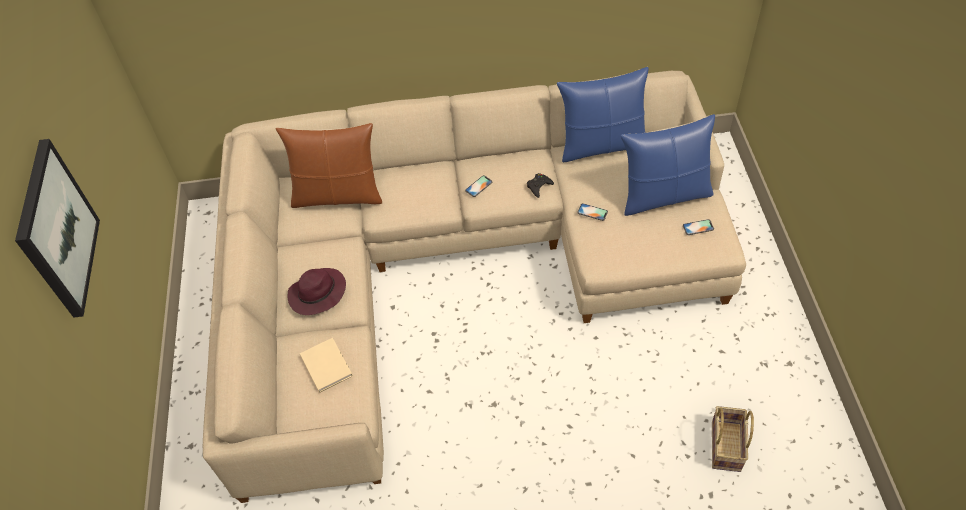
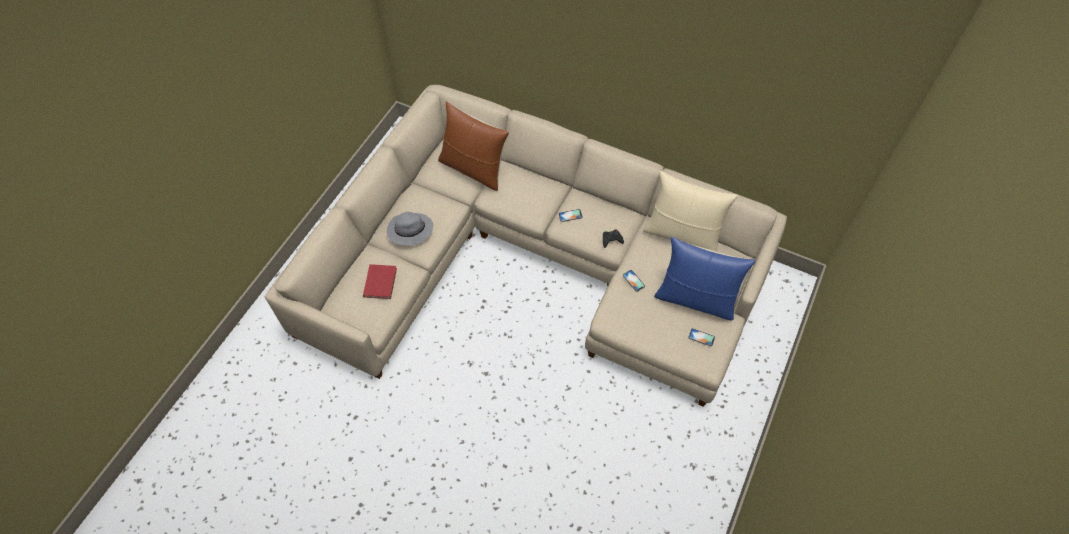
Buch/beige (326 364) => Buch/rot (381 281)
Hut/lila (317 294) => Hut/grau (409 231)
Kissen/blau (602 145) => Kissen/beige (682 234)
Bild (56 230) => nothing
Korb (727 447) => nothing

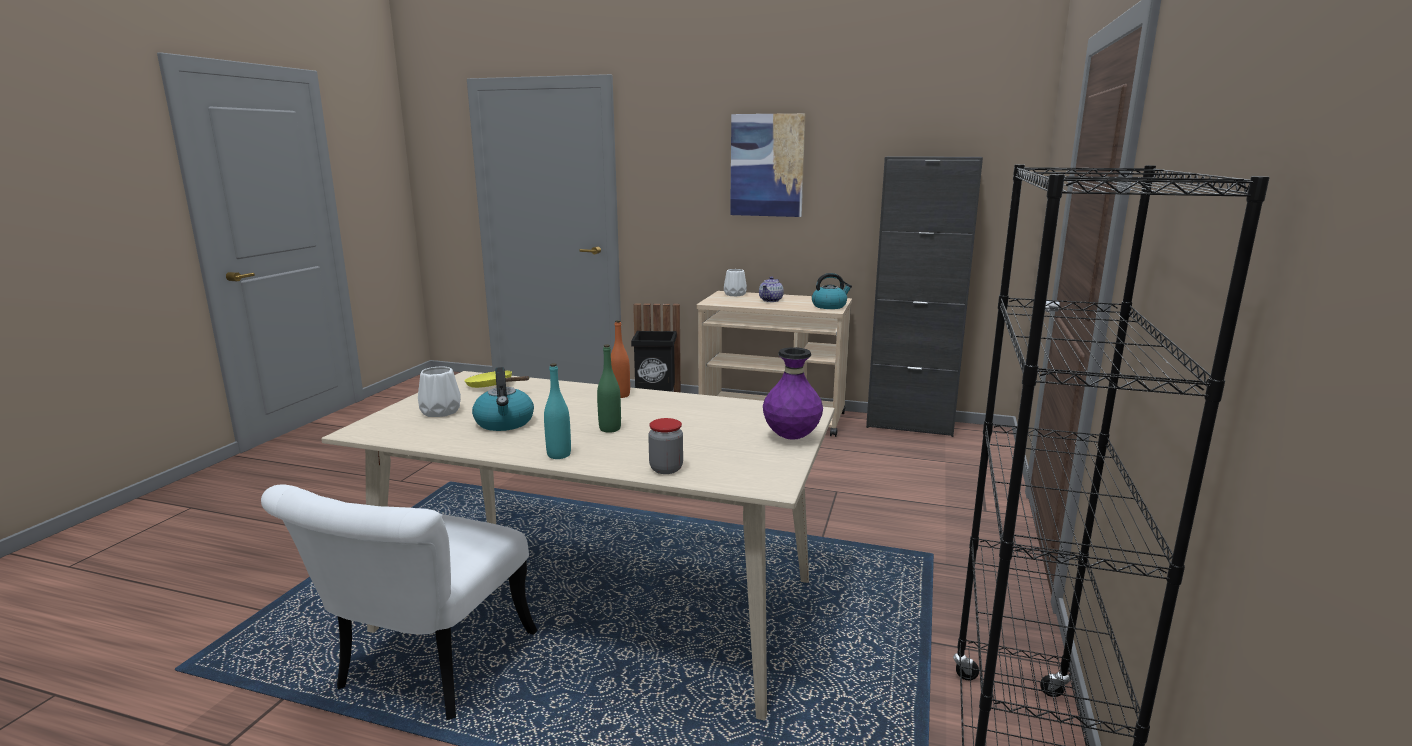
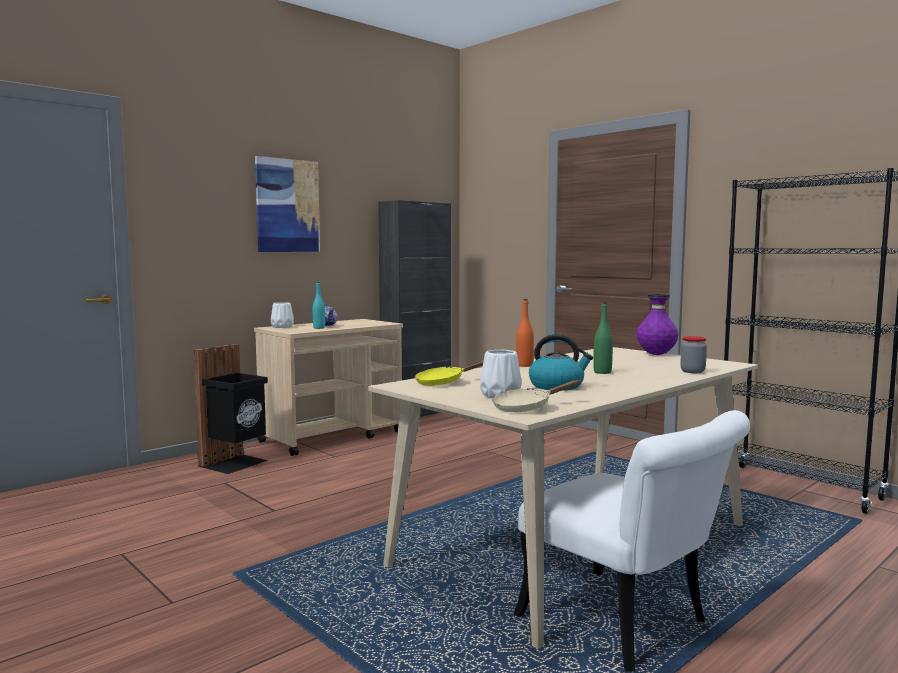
Flasche/türkis (559 455) => Flasche/türkis (319 328), relocated
nothing => Pfanne/beige (527 407)
Wasserkessel (829 306) => nothing

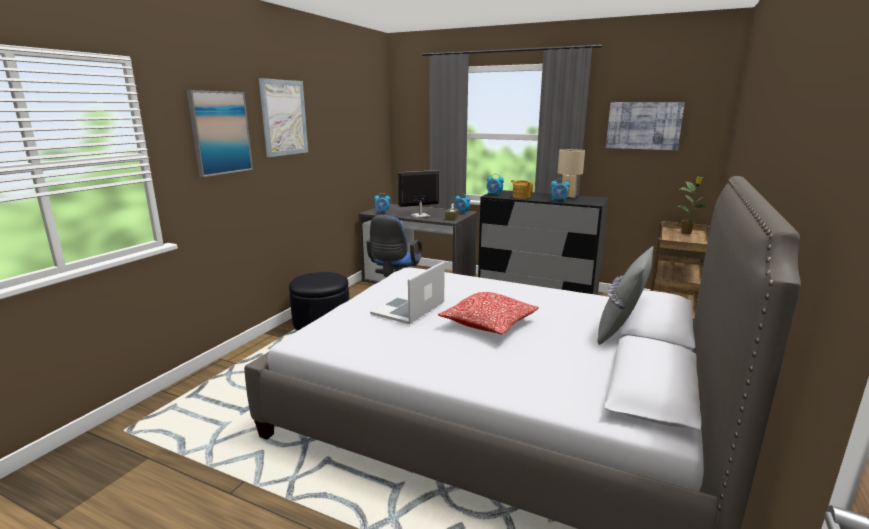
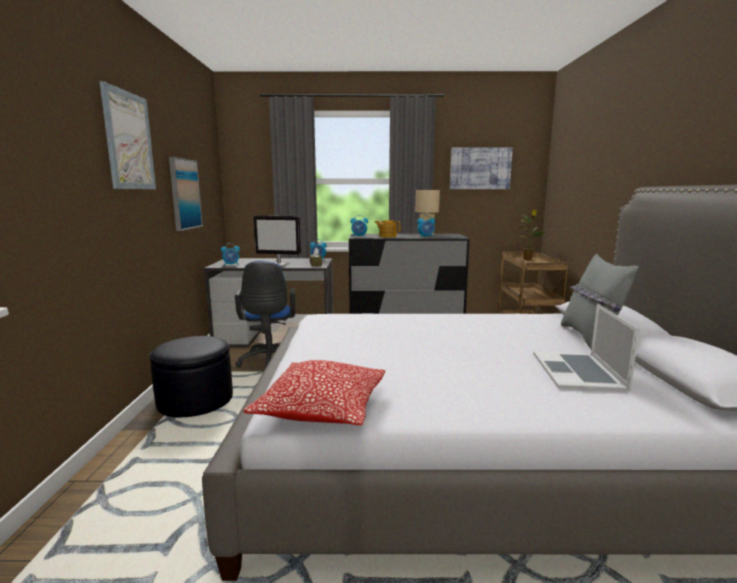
Bild (220 133) => Bild (184 194), relocated
Kissen (488 323) => Kissen (322 408), relocated
Monitor (420 216) => Monitor (279 265), 120 degrees counterclockwise
Laptop (409 308) => Laptop (578 371), relocated

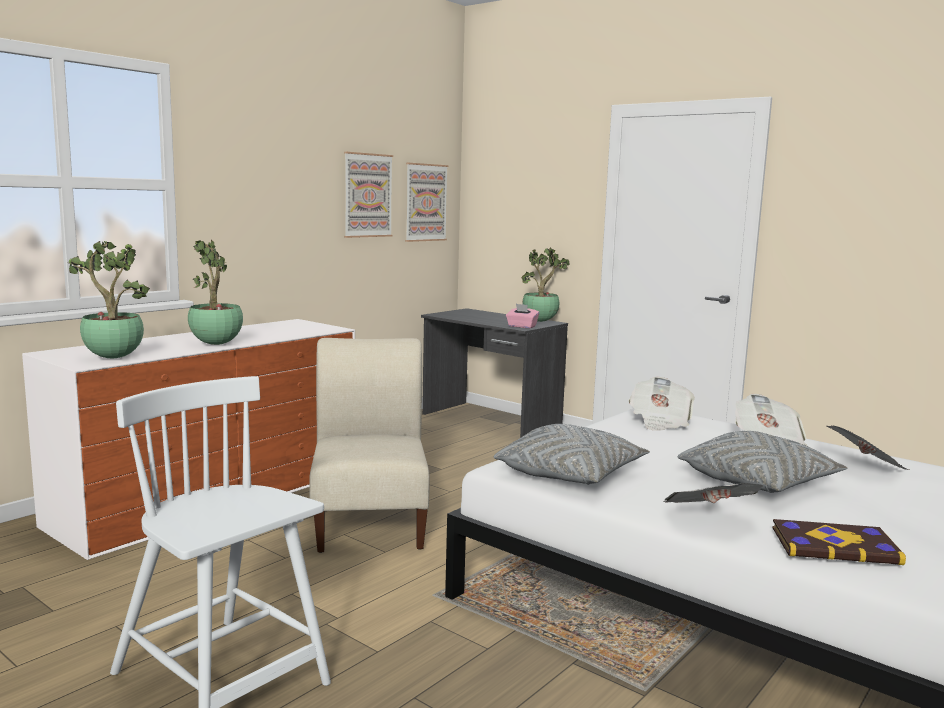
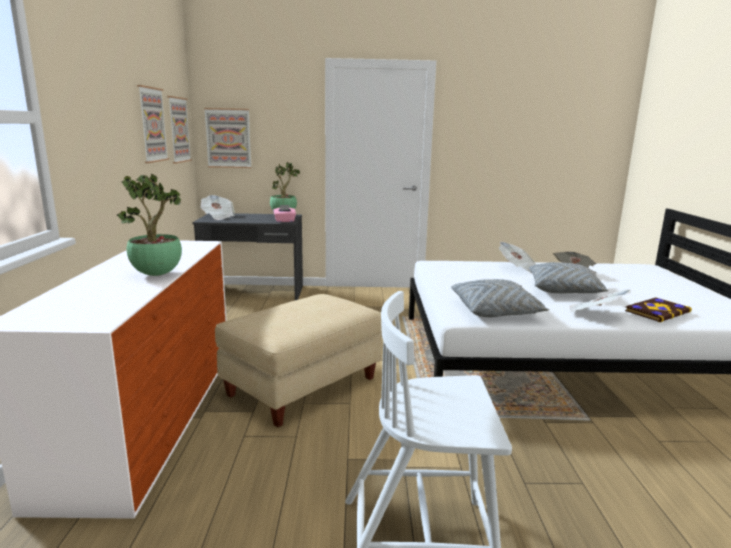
Zeitung (660 422) => Zeitung (218 217), relocated
nothing => Bild (228 138)
Stuhl/beige (370 520) => Polsterhocker/beige (302 386)
Topfpflanze (112 357) => nothing

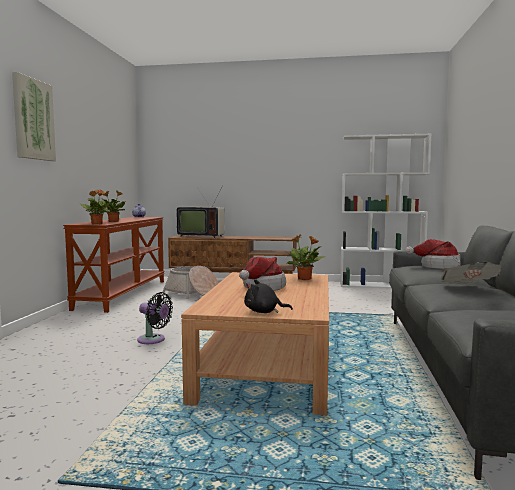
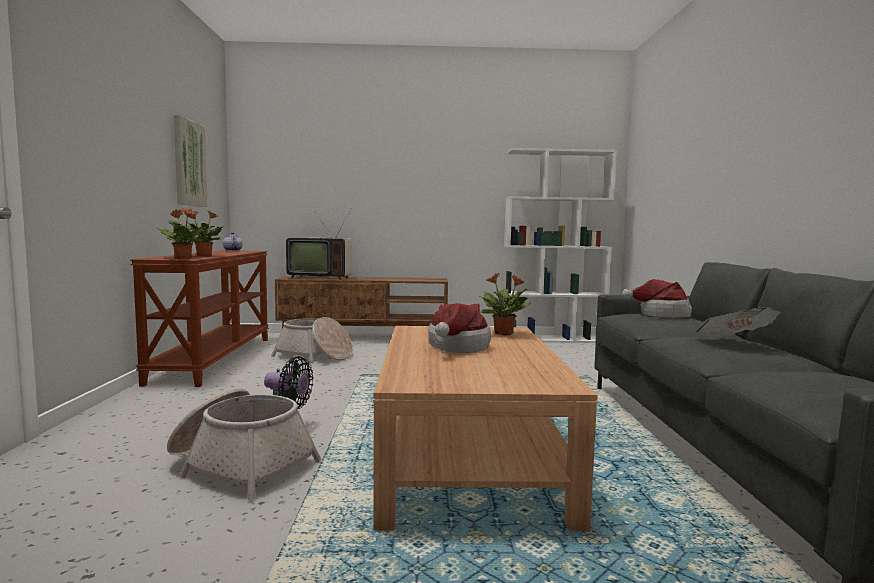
nothing => Korb (240 465)
Bild (33 119) => Bild (189 163), relocated
Plüschtier/schwarz (264 312) => nothing

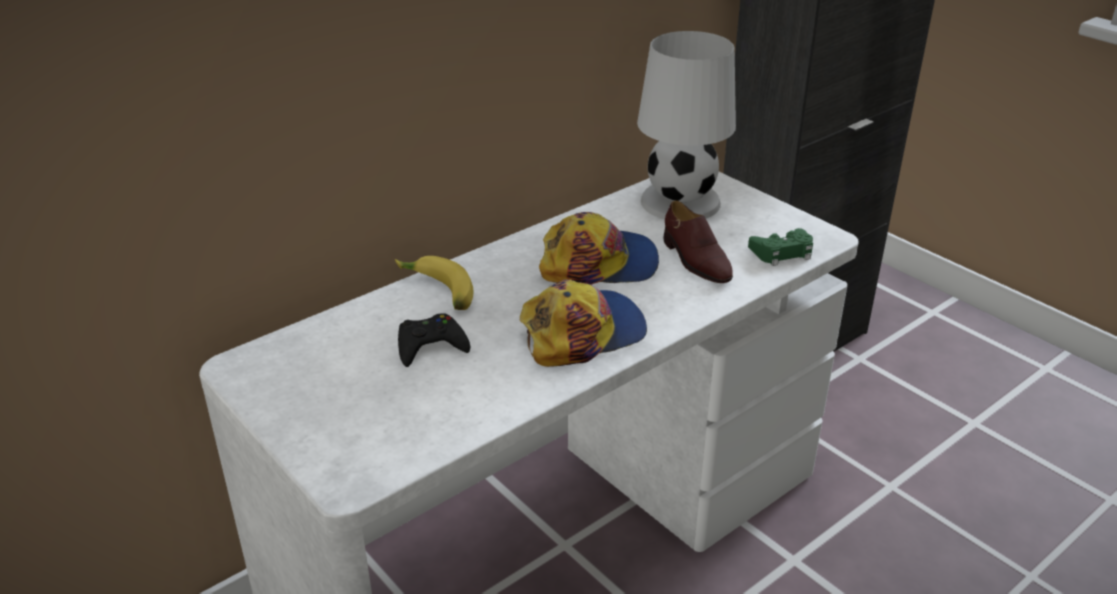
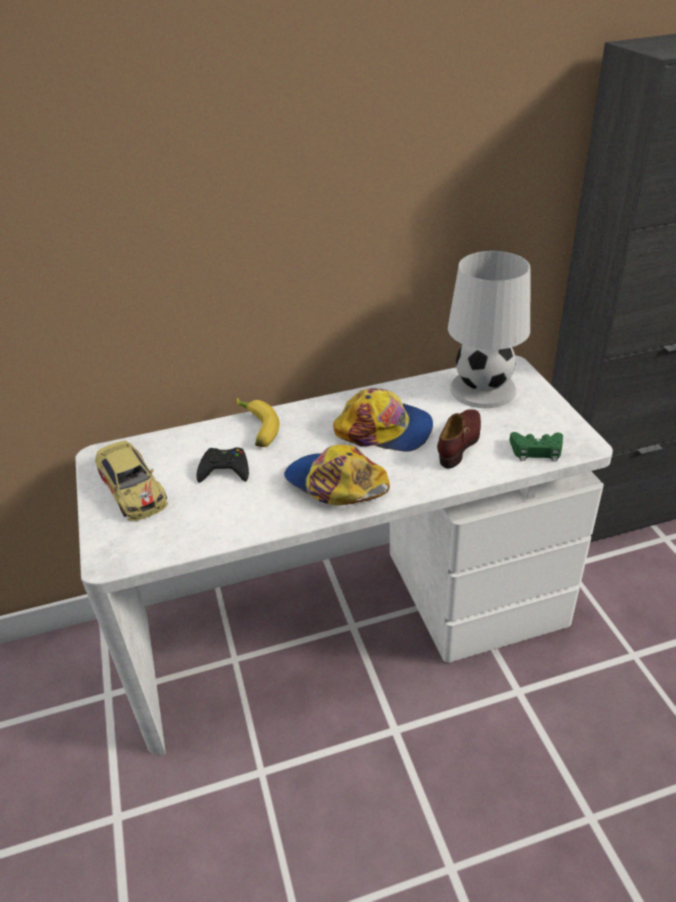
nothing => Spielzeugauto (132 487)
Kappe (582 332) => Kappe (334 484), 135 degrees counterclockwise
Schuh/braun (695 260) => Schuh/braun (460 442), 150 degrees counterclockwise

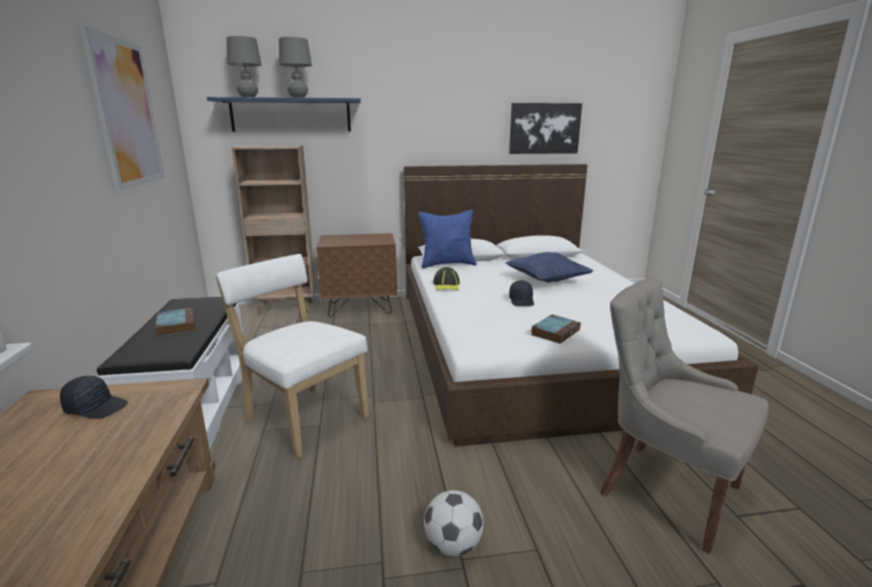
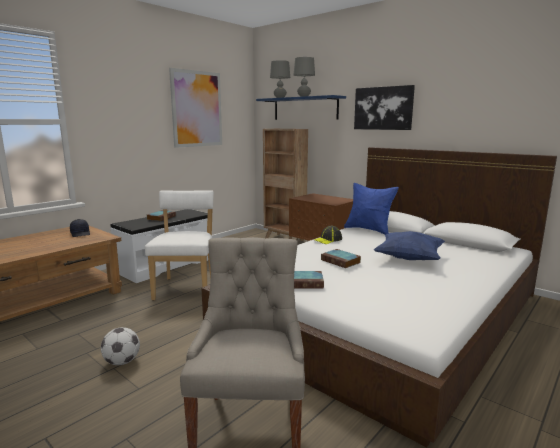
Kappe/schwarz (522 301) => Buch (341 261)
Bild (544 128) => Bild (383 108), relocated

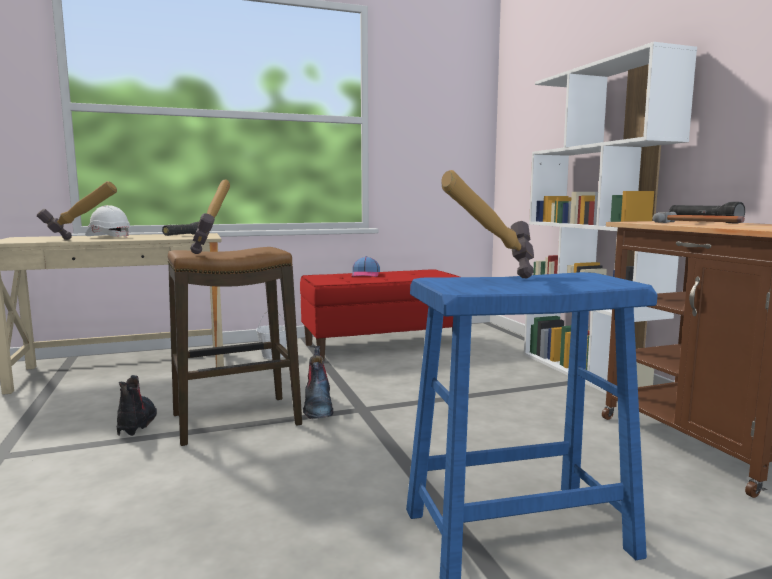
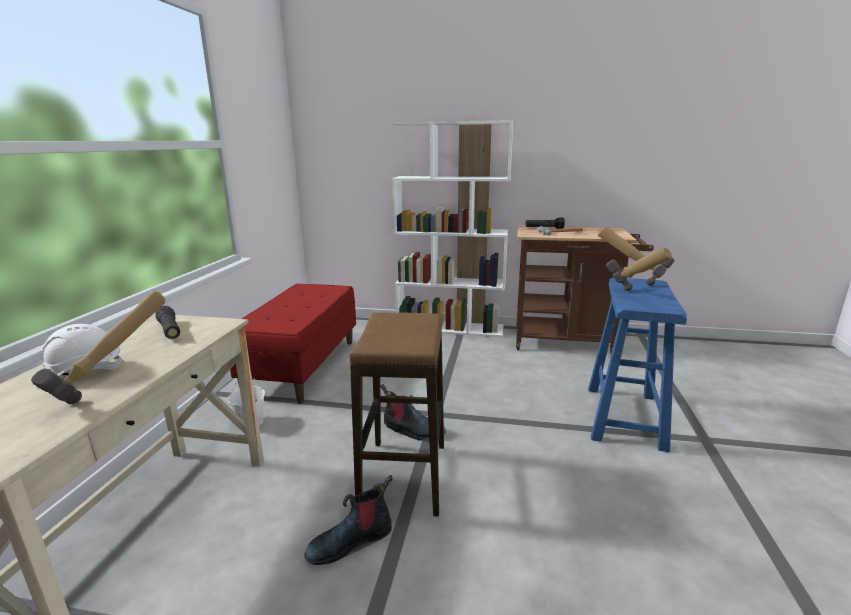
Stiefel (137 422) => Stiefel (351 541), 45 degrees counterclockwise
Hammer (217 251) => Hammer (630 280), relocated
Kappe (365 274) => nothing

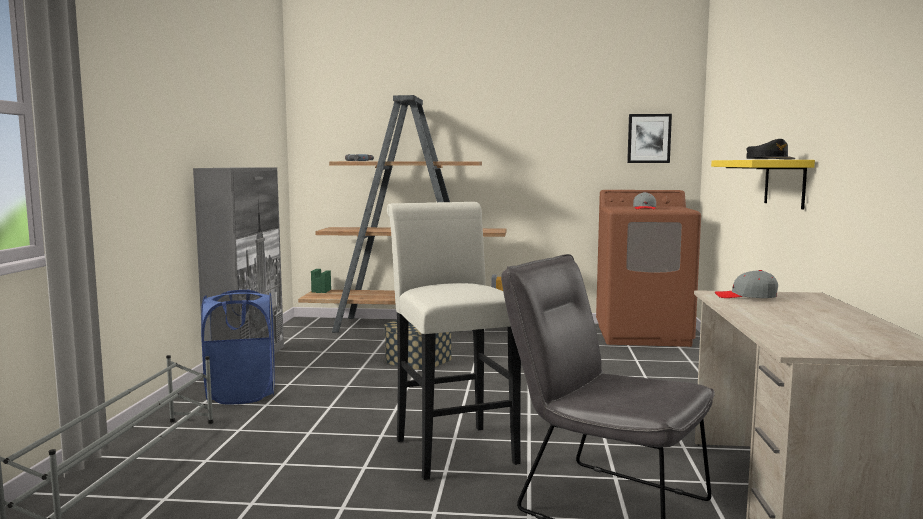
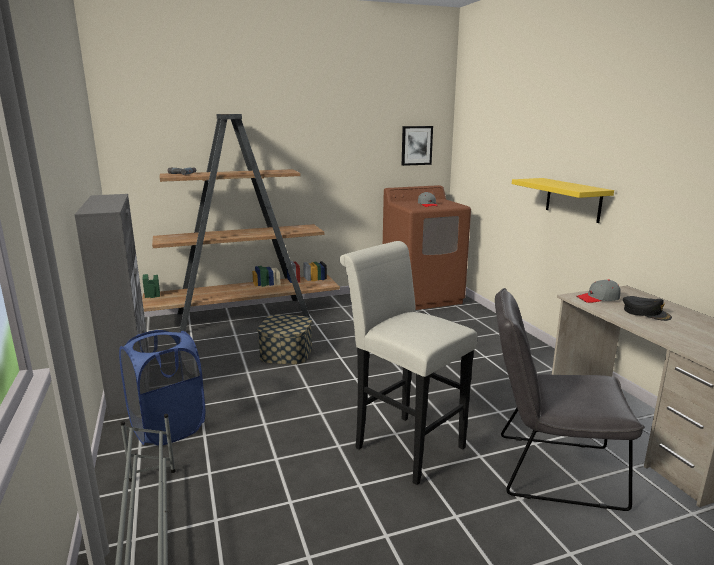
Kappe/schwarz (770 159) => Kappe/schwarz (646 313), relocated

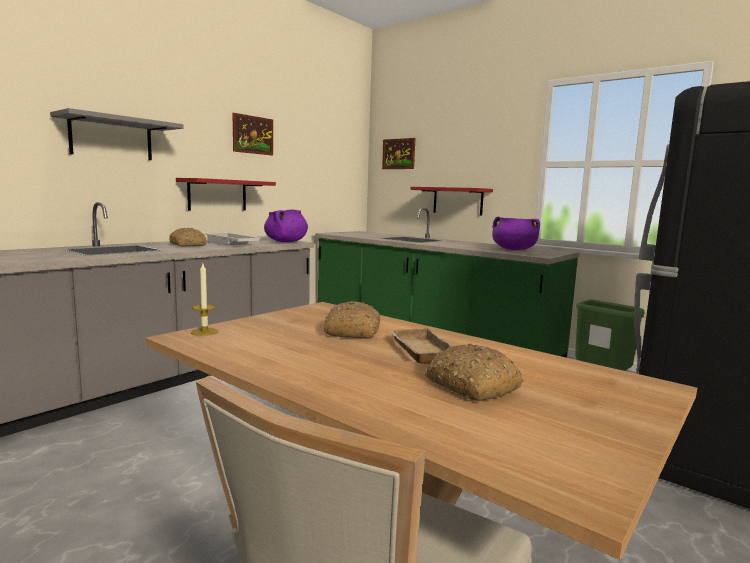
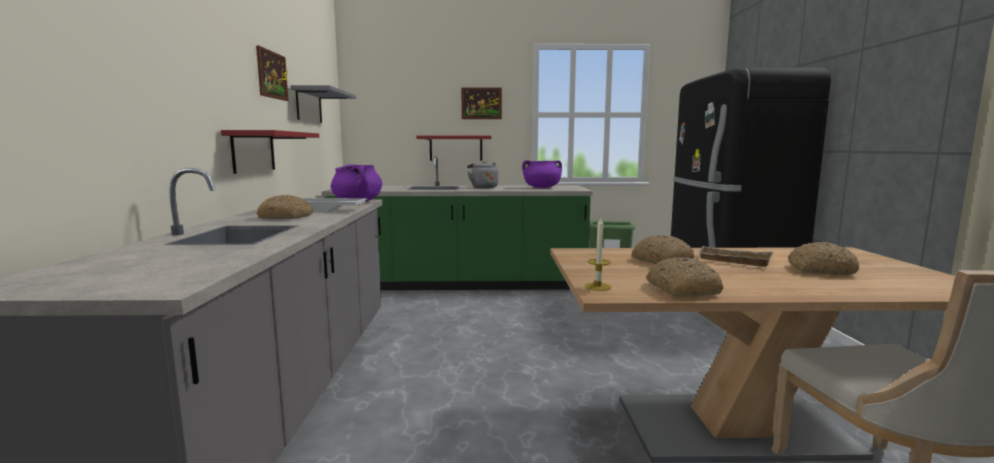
Wandregal/grau (111 138) => Wandregal/grau (309 106), relocated
Bild (398 154) => Bild (481 103), relocated
nothing => Wasserkessel/grau (483 187)
nothing => Brot (681 289)

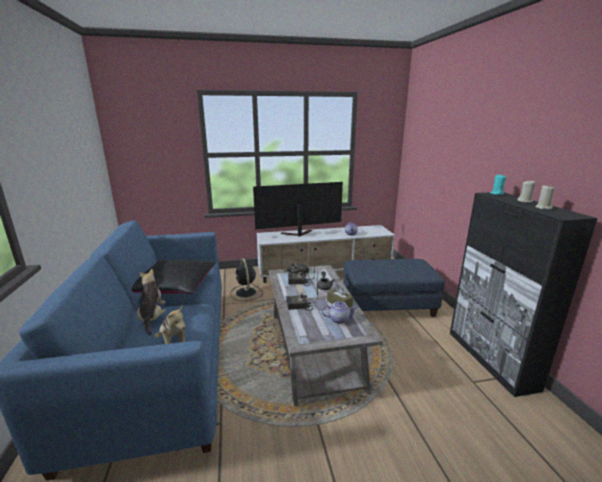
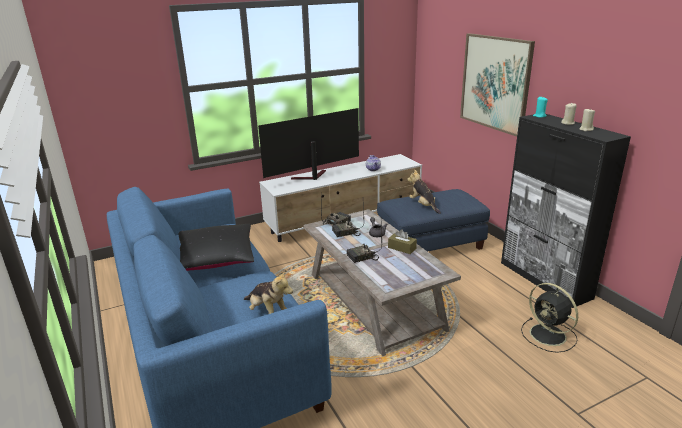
Plüschtier (152 318) => Plüschtier (423 205), relocated
nothing => Bild (495 83)
Ventilator/schwarz (246 293) => Ventilator/schwarz (549 335), relocated
Teekanne (339 319) => nothing

